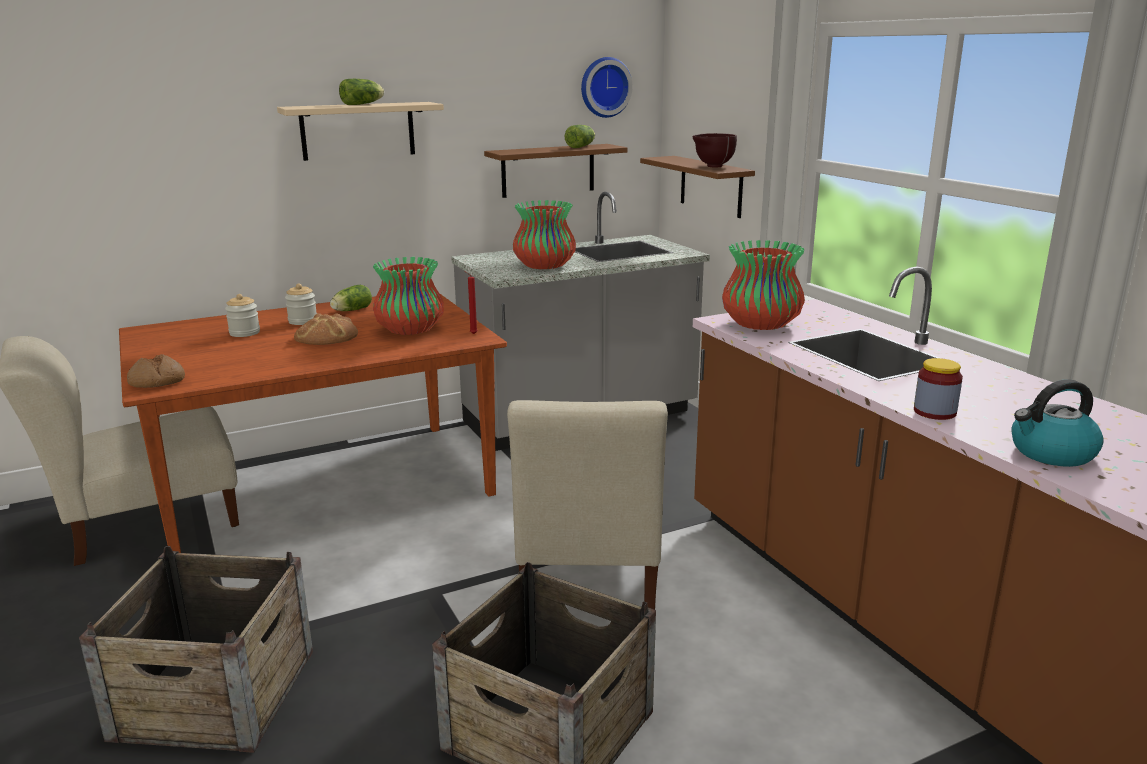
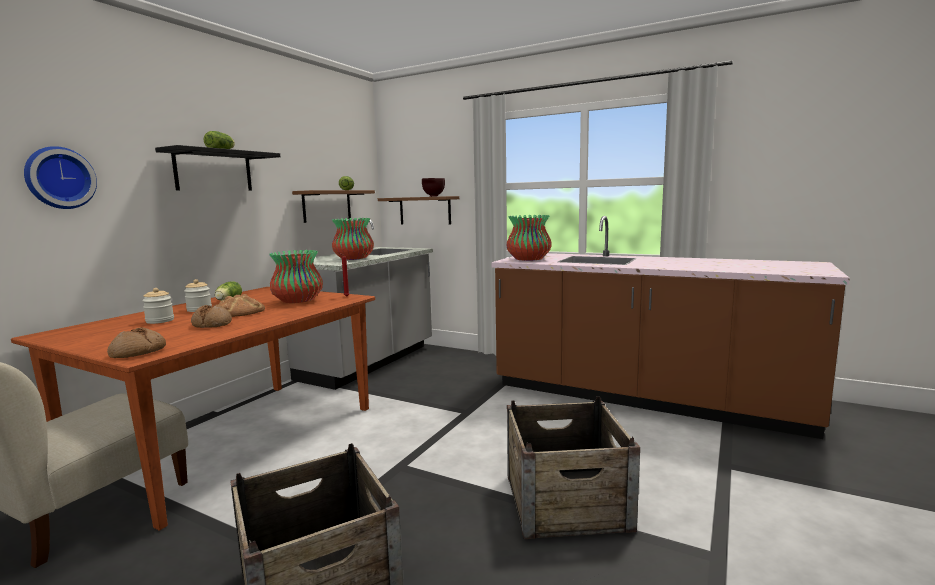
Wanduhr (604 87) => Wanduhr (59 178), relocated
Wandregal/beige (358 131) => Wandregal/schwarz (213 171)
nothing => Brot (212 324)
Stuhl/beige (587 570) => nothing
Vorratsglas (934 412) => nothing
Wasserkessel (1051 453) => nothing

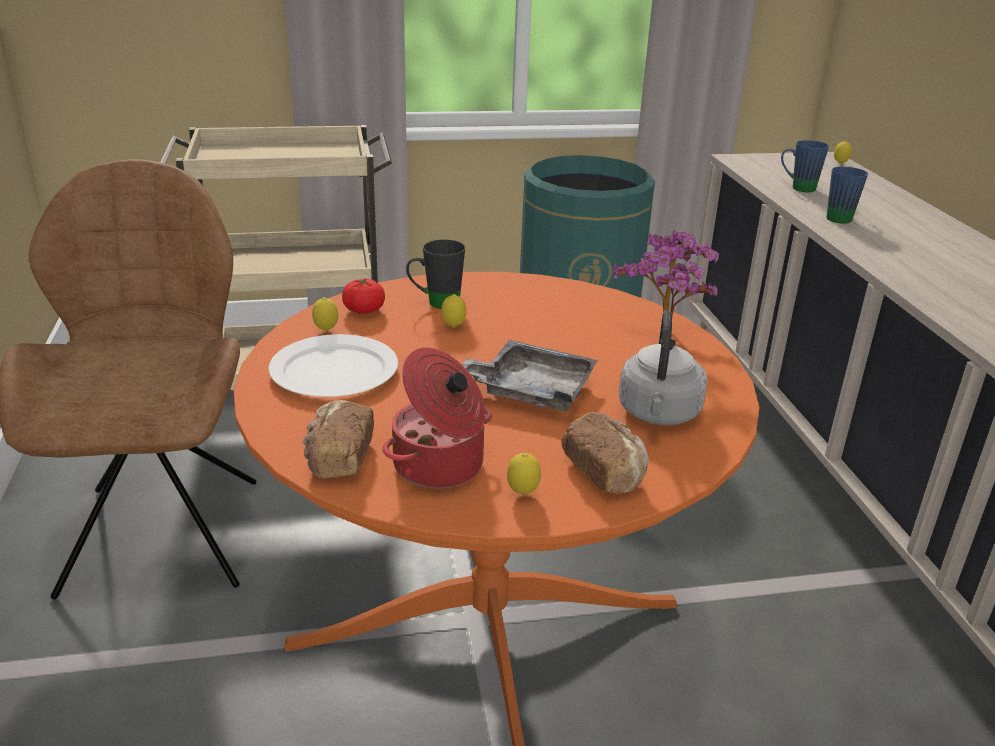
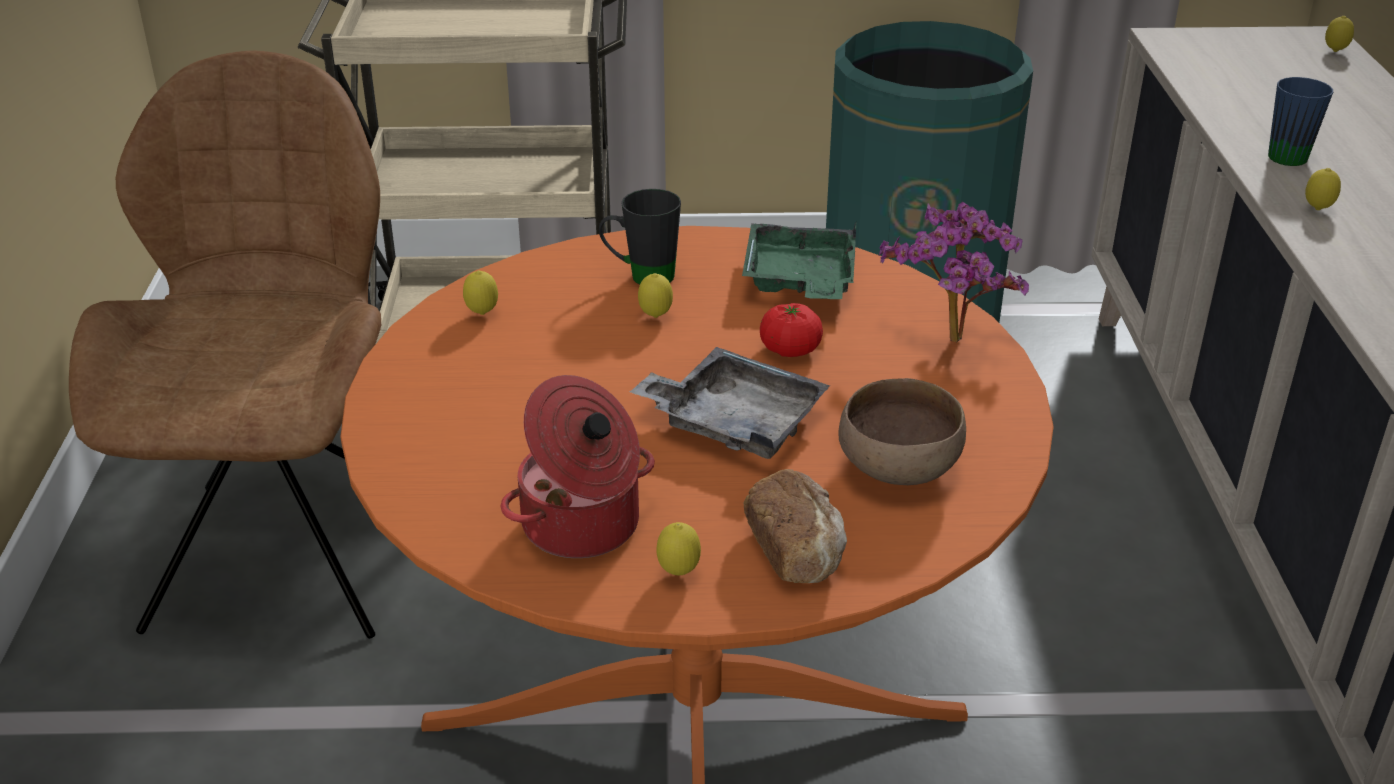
nothing => Tablett/grün (800 280)
Tomate (364 310) => Tomate (790 349), relocated
Wasserkessel/grau (658 414) => Schüssel/braun (899 470)
nothing => Zitrone (1317 210)
Teller/weiß (333 371) => nothing
Brot (338 458) => nothing
Henkelbecher/blau (797 187) => nothing

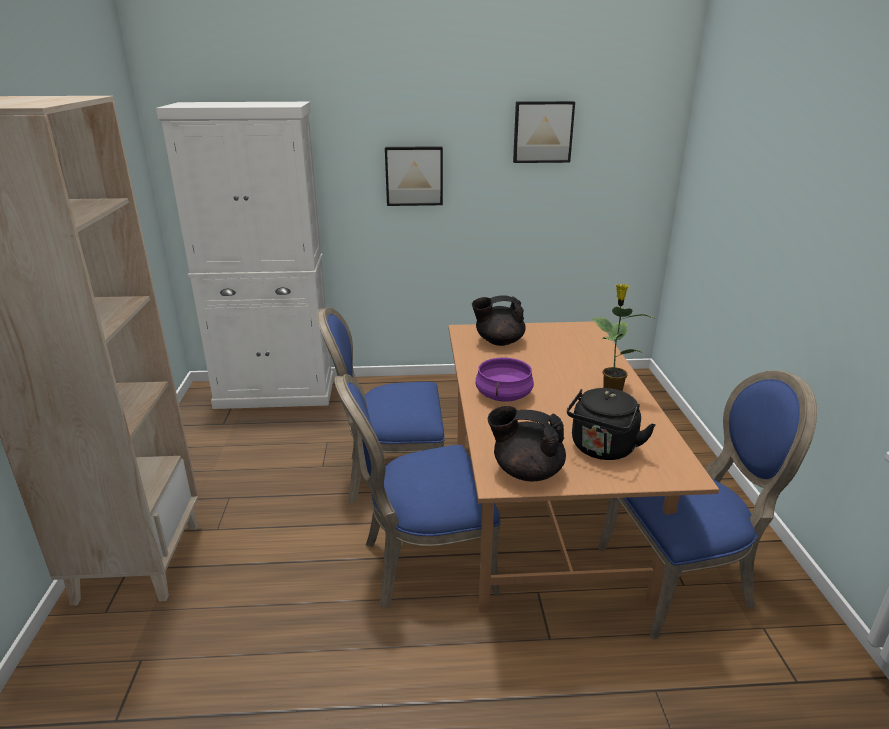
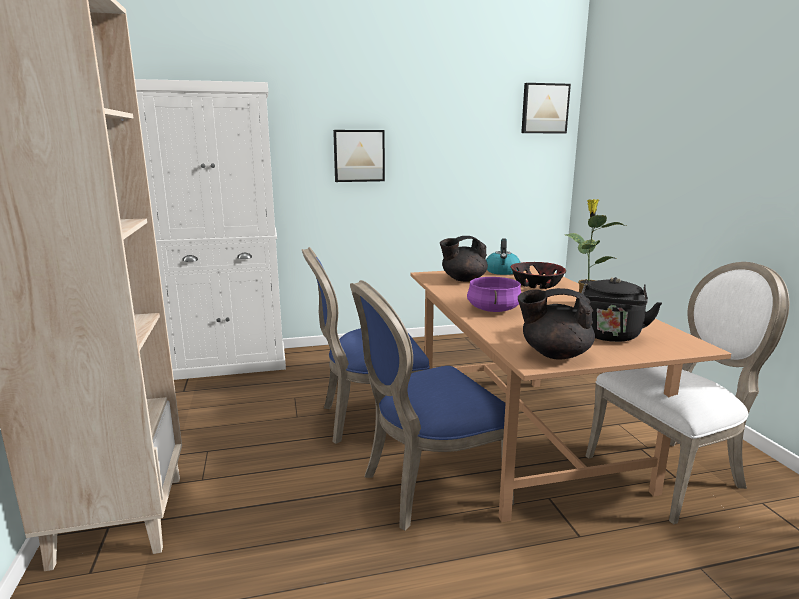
nothing => Wasserkessel (502 271)
nothing => Schüssel (537 285)
Bild (542 132) => Bild (544 108), relocated
Stuhl/blau (681 580) => Stuhl/weiß (671 473)

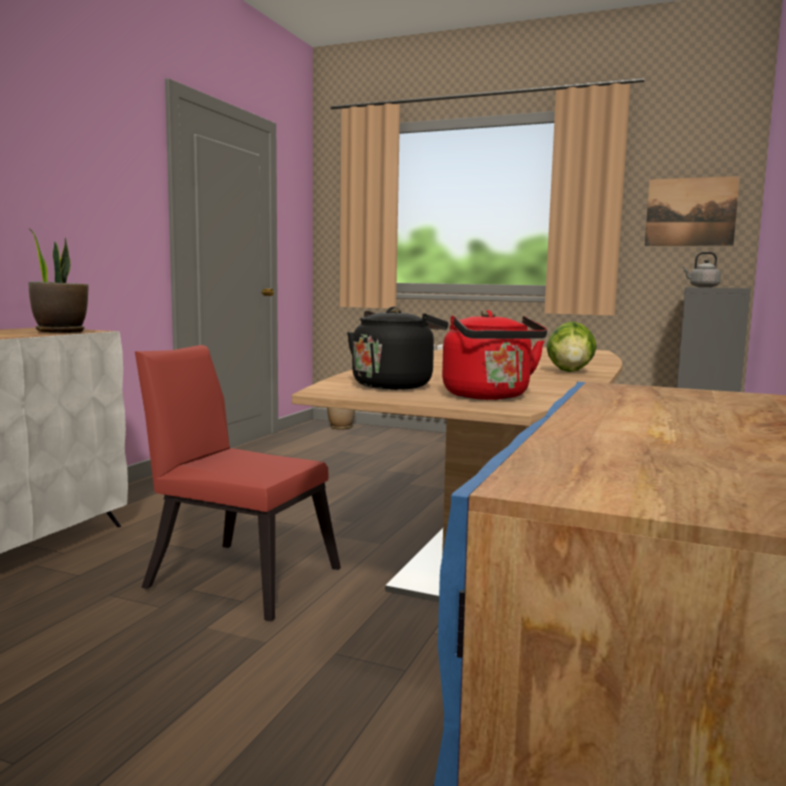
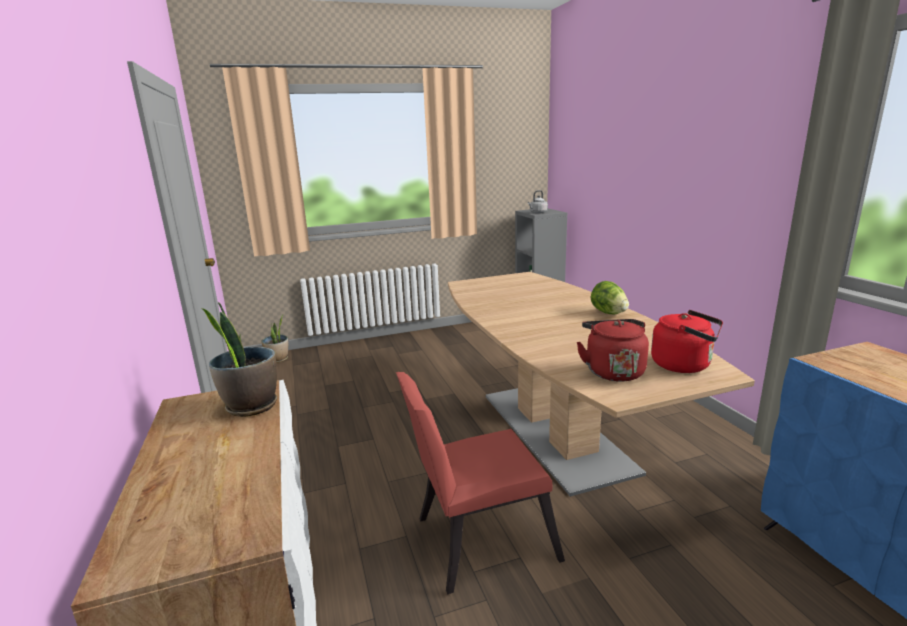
Wasserkessel/schwarz (395 385) => Wasserkessel/rot (612 371)
Bild (690 212) => nothing

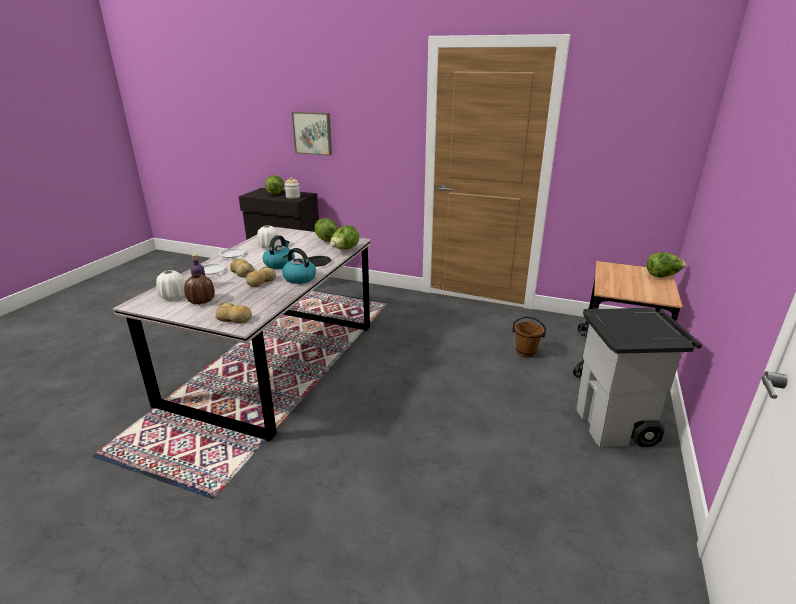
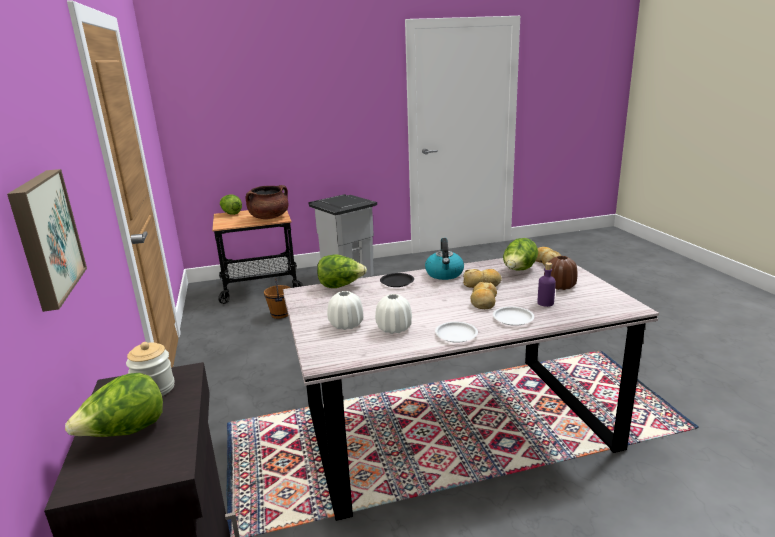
nothing => Kochtopf/braun (269 217)
Vase/weiß (173 296) => Vase/weiß (346 325), relocated
Salatkopf (326 239) => Salatkopf (519 271), relocated
Wasserkessel (279 264) => nothing

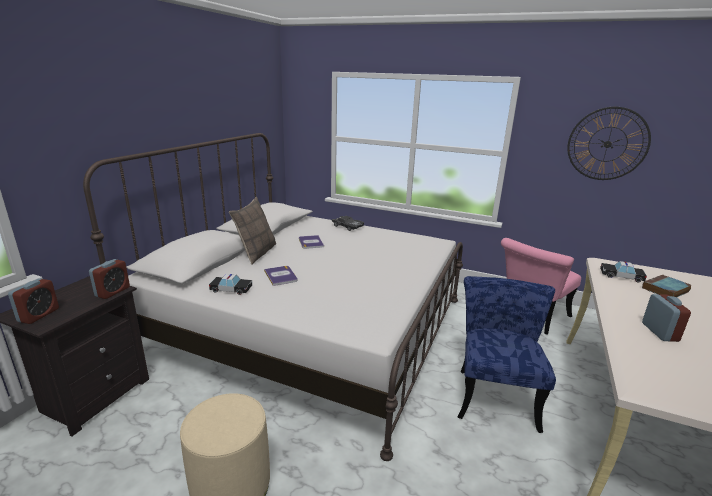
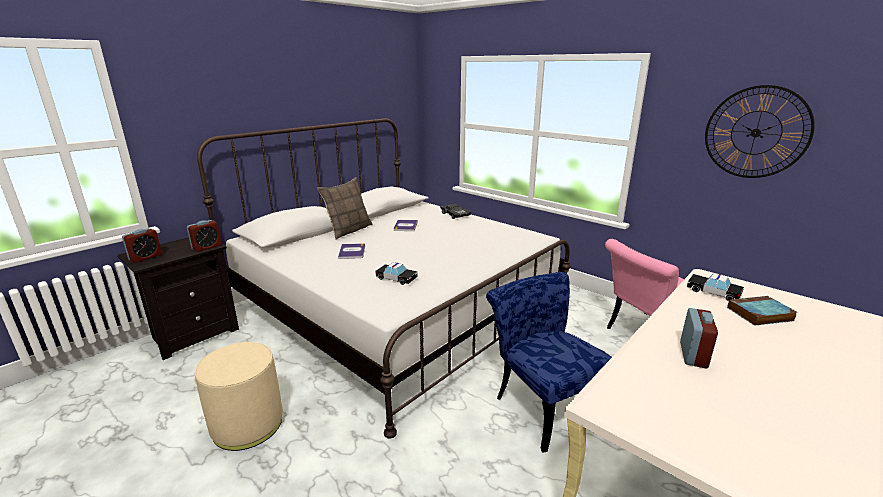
Spielzeugauto (231 289) => Spielzeugauto (396 278), relocated
Stuhl/blau (494 393) => Stuhl/blau (542 403), 60 degrees counterclockwise

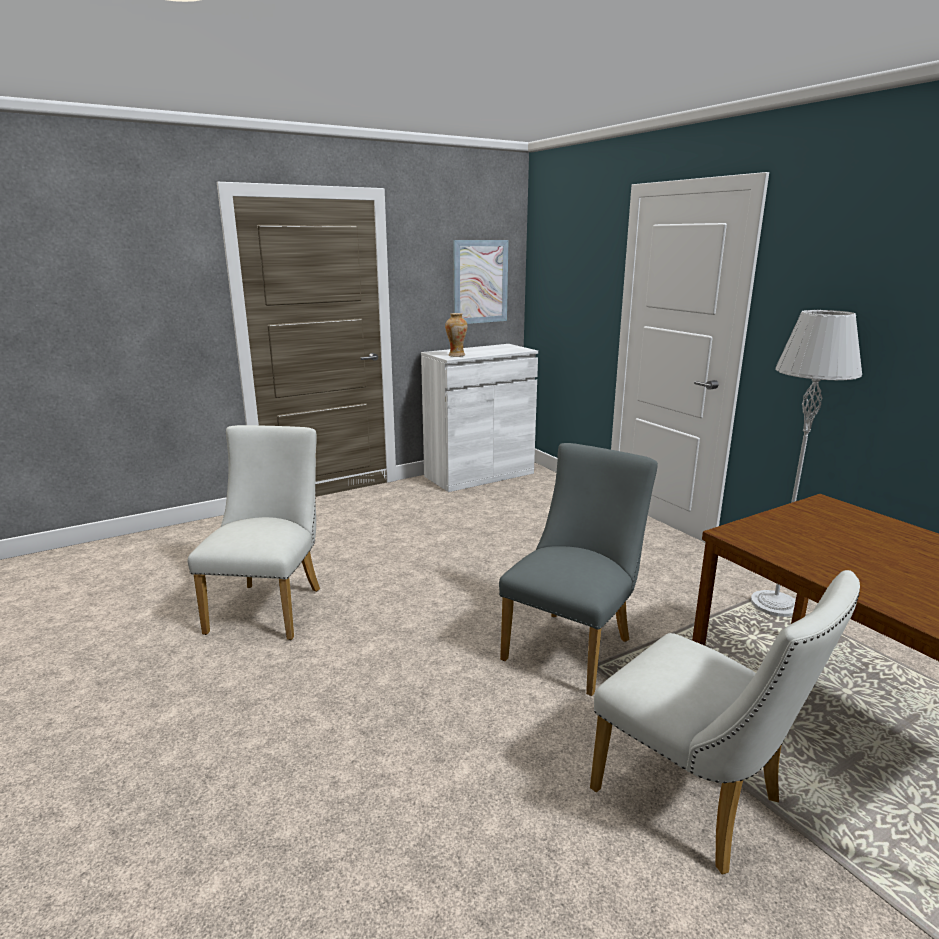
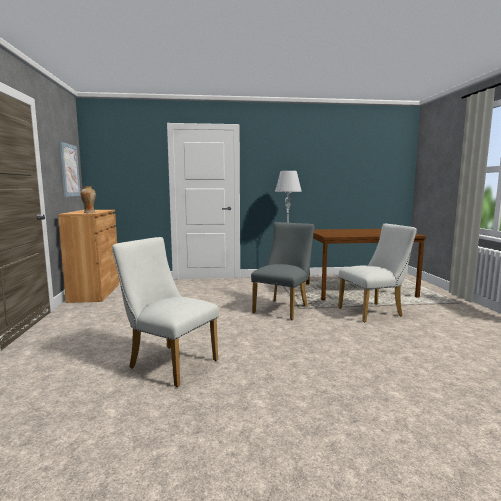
Schrank/weiß (479 475) => Schrank/braun (95 292)
Stuhl/grau (573 646) => Stuhl/grau (283 308), 60 degrees clockwise

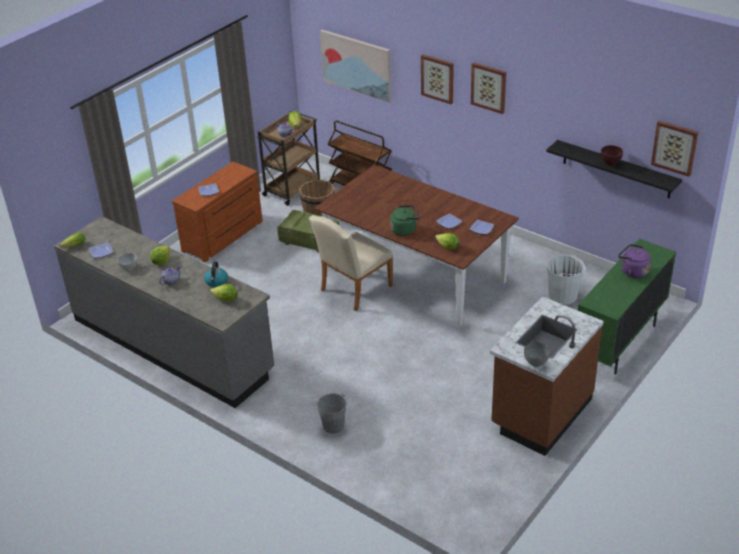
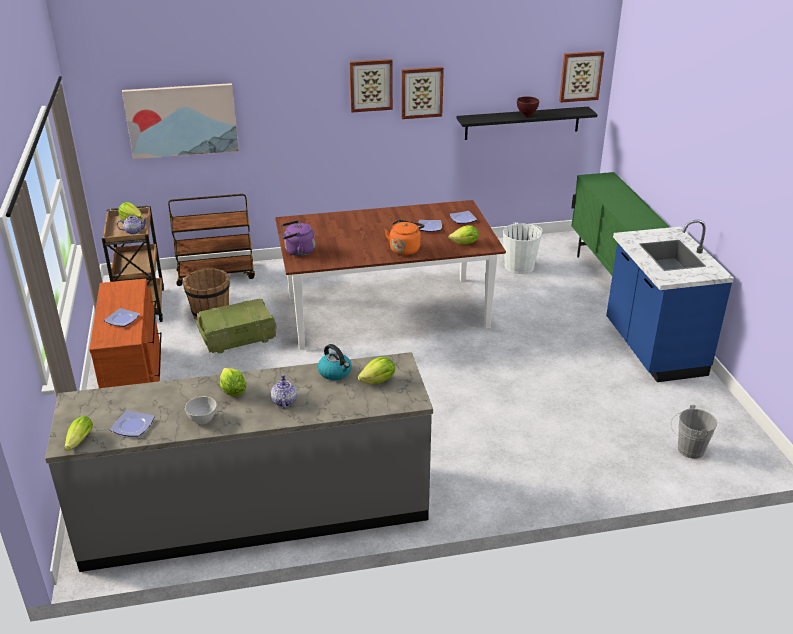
Wasserkessel/lila (632 271) => Wasserkessel/lila (297 251), relocated
Wasserkessel/grün (405 230) => Wasserkessel/orange (405 249)
Bild (438 78) => Bild (421 92), relocated
Küchenzeile/braun (540 413) => Küchenzeile/blau (652 350)
Eimer/grau (331 424) => Eimer/grau (687 450), relocated
Stuhl/beige (353 290) => nothing
Schüssel/grau (536 364) => nothing

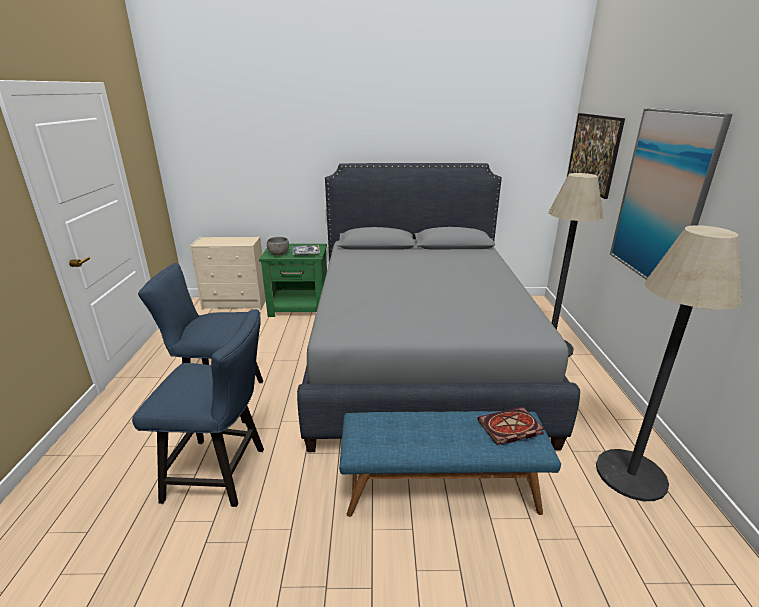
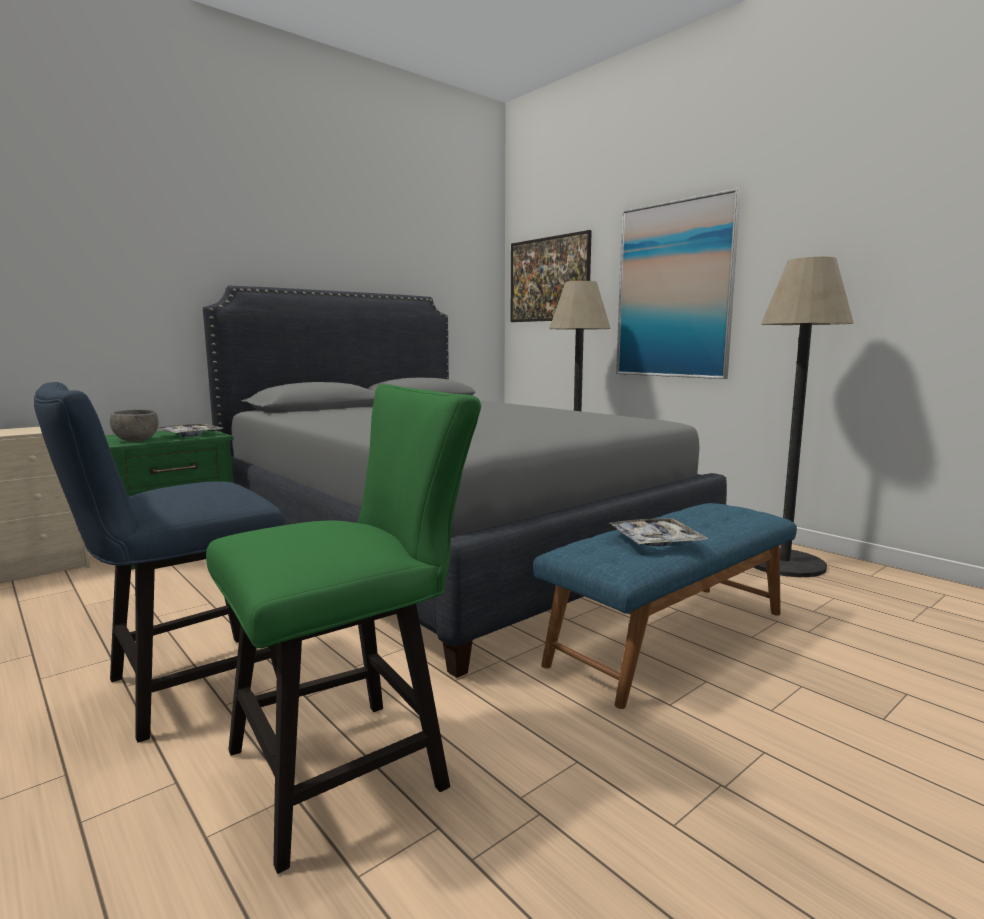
Stuhl/blau (223 473) => Stuhl/grün (353 765)
nothing => Tablett (655 541)
Buch (509 428) => nothing

